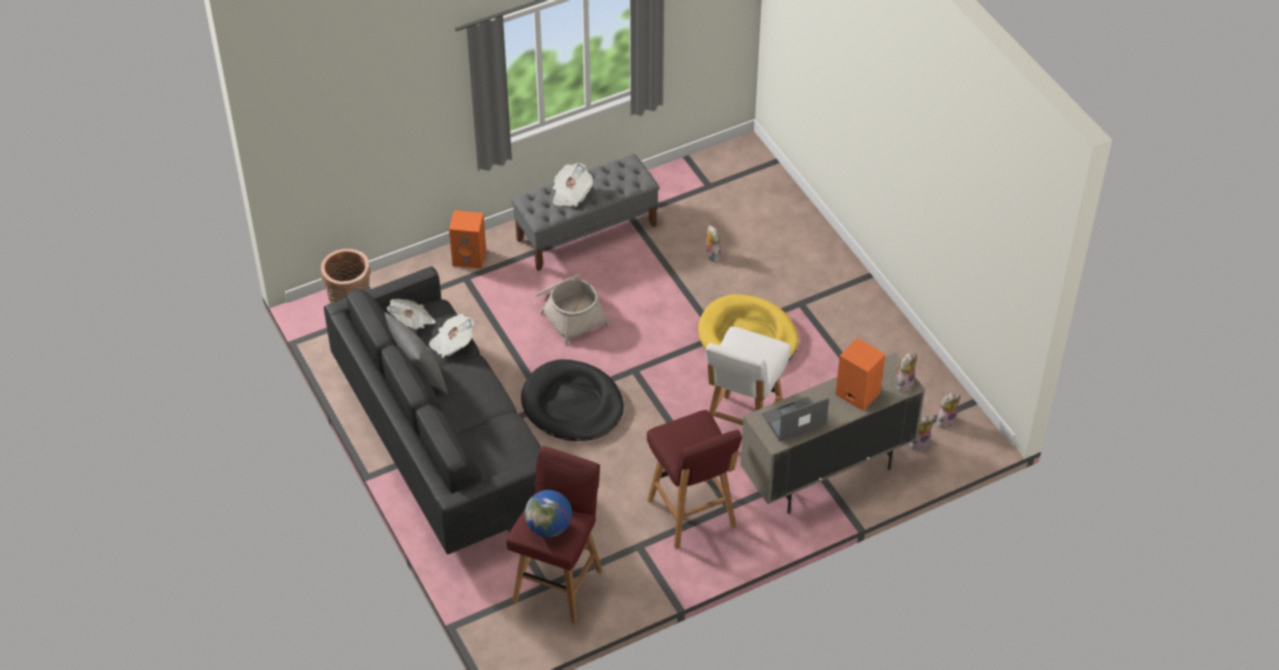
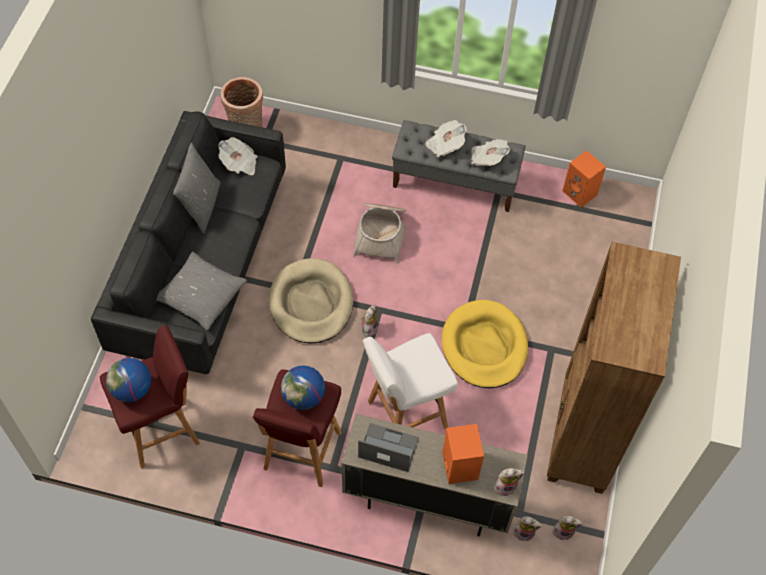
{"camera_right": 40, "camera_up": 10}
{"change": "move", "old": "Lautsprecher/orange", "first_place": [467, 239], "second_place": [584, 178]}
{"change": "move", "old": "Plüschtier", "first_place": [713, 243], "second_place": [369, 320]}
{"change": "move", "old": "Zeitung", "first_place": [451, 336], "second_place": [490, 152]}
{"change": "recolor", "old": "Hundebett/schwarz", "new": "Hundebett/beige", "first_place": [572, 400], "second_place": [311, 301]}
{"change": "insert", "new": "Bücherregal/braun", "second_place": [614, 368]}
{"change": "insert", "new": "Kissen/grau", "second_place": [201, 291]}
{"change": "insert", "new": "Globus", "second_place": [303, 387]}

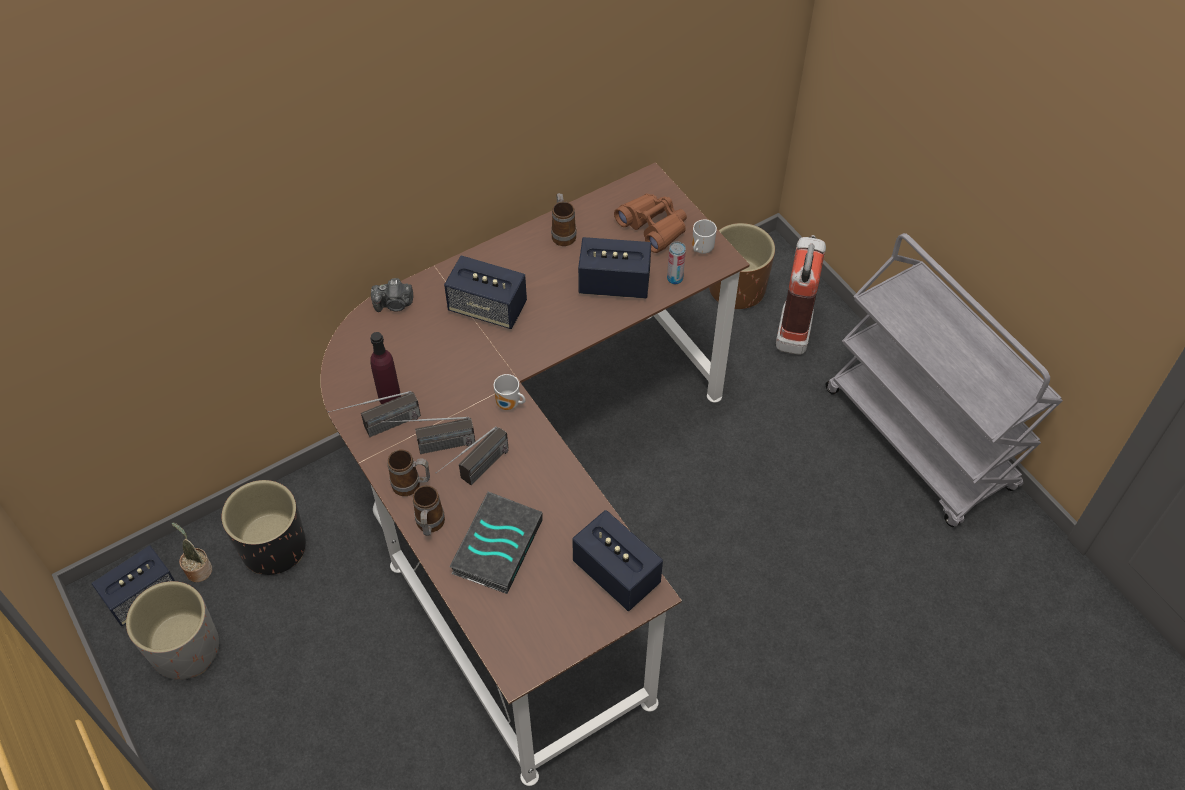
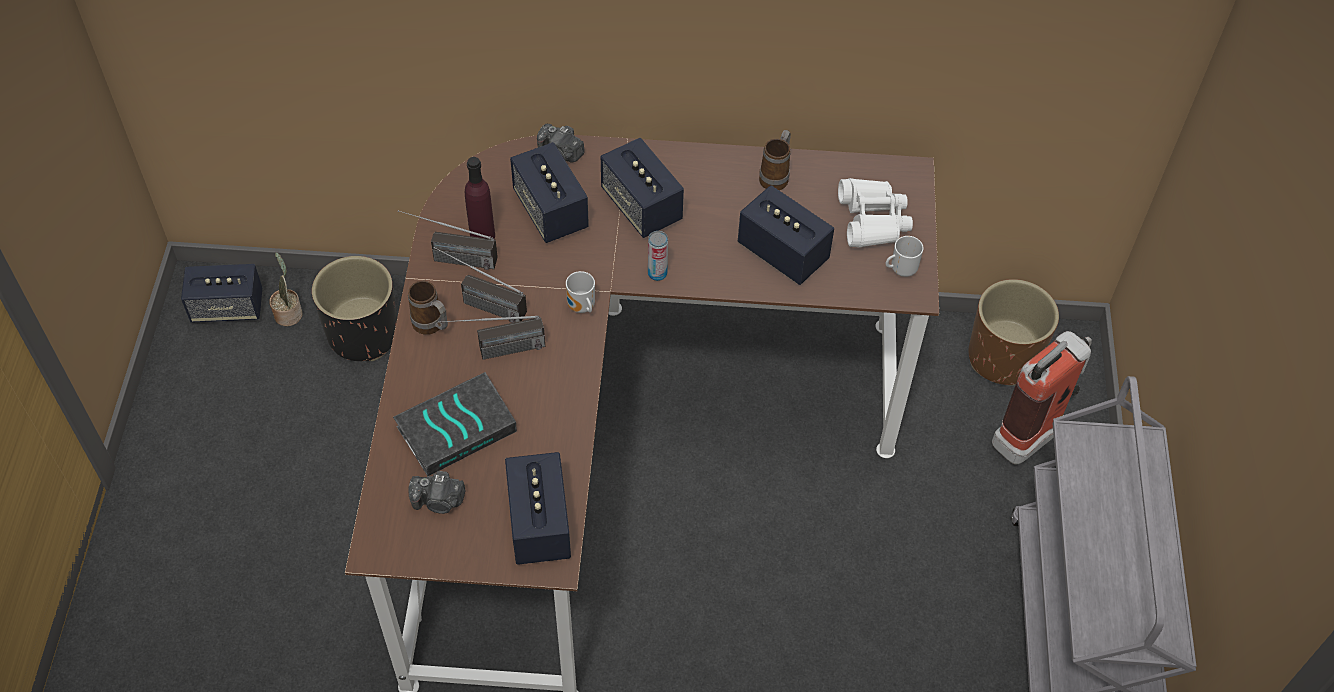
{"camera_right": 35, "camera_up": 0}
{"change": "recolor", "old": "Fernglas/braun", "new": "Fernglas/weiß", "first_place": [650, 223], "second_place": [875, 213]}
{"change": "move", "old": "Dose", "first_place": [676, 262], "second_place": [658, 256]}
{"change": "delete", "old": "Henkelbecher", "first_place": [429, 510]}
{"change": "delete", "old": "Pflanzkübel/grau", "first_place": [172, 630]}
{"change": "insert", "new": "Lautsprecher", "second_place": [549, 192]}
{"change": "insert", "new": "Kamera", "second_place": [436, 492]}

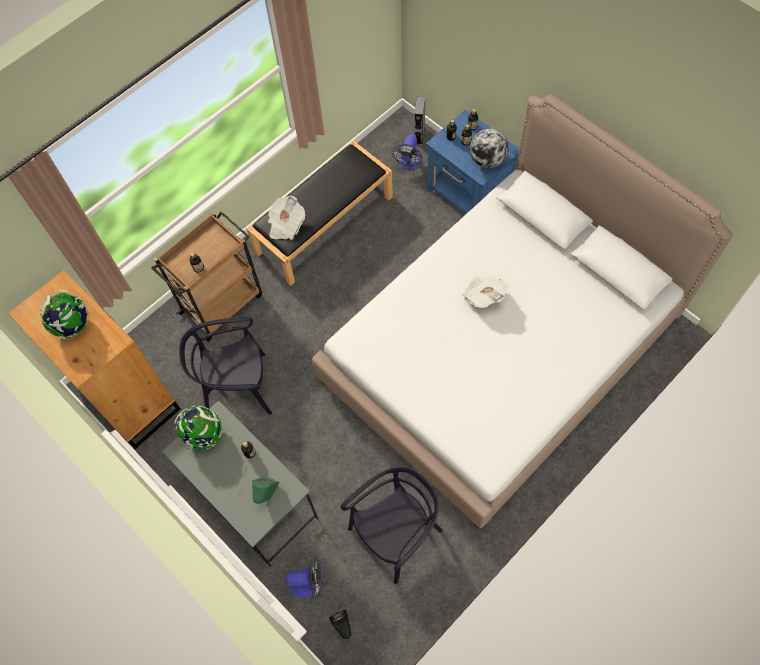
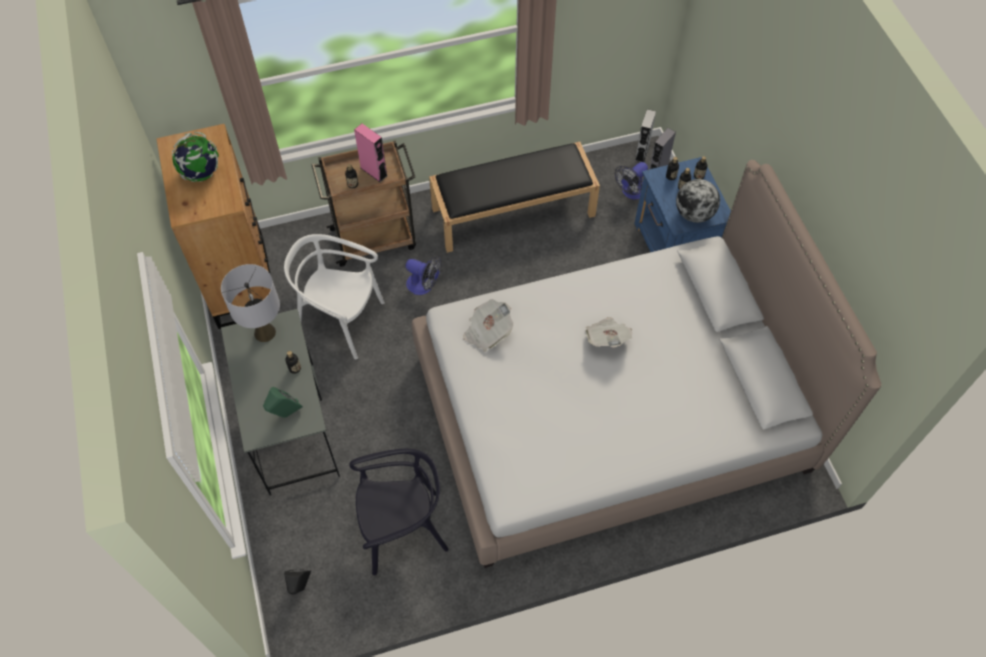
{"camera_right": 25, "camera_up": -5}
{"change": "move", "old": "Zeitung", "first_place": [286, 218], "second_place": [488, 325]}
{"change": "recolor", "old": "Stuhl/schwarz", "new": "Stuhl/weiß", "first_place": [225, 366], "second_place": [334, 296]}
{"change": "replace", "old": "Globus", "new": "Tischlampe/grau", "first_place": [199, 428], "second_place": [250, 303]}
{"change": "move", "old": "Ventilator", "first_place": [304, 577], "second_place": [423, 275]}
{"change": "insert", "new": "Lautsprecher/grau", "second_place": [645, 135]}
{"change": "insert", "new": "Lautsprecher/rosa", "second_place": [370, 153]}

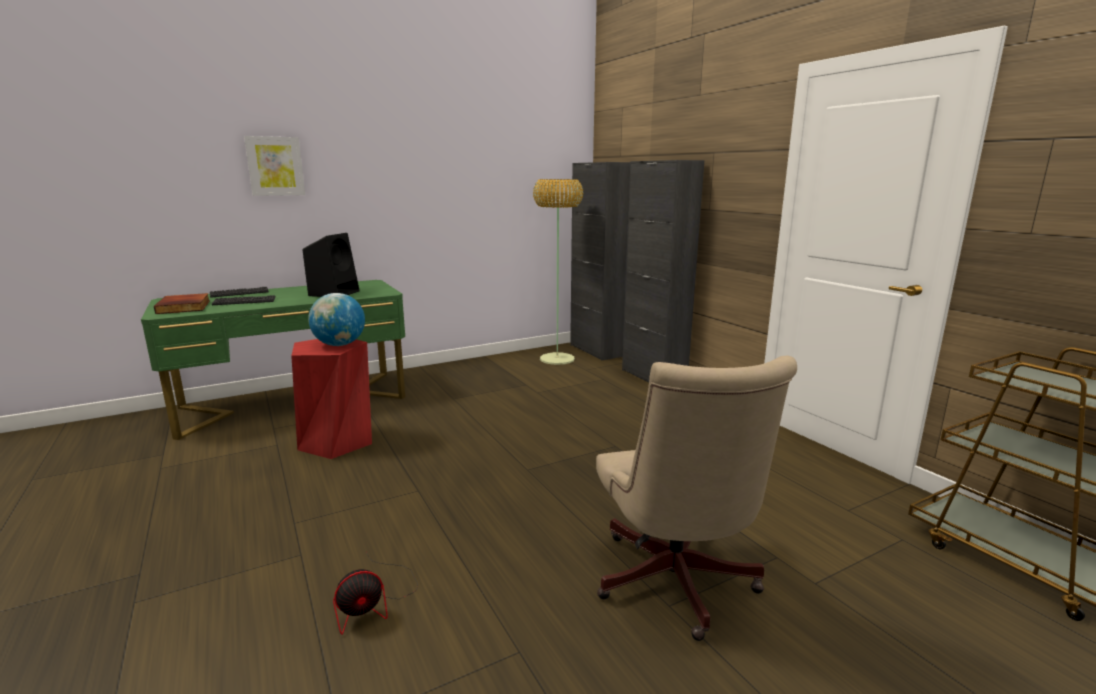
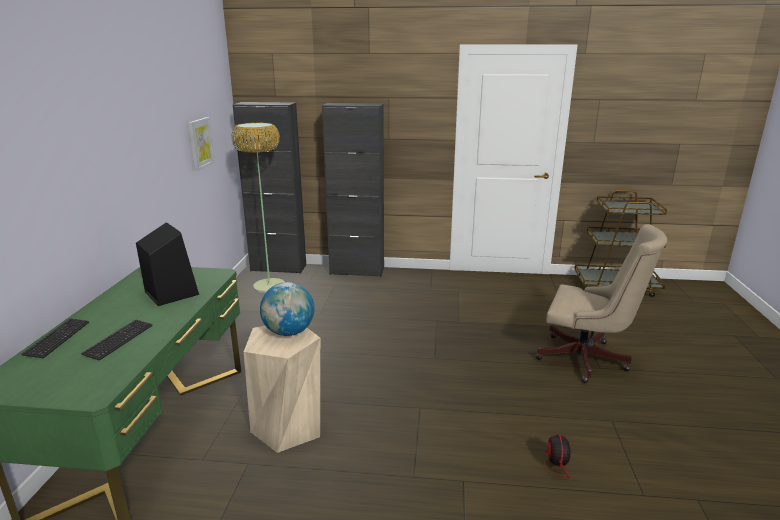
{"camera_right": -55, "camera_up": 5}
{"change": "move", "old": "Bild", "first_place": [274, 166], "second_place": [201, 144]}
{"change": "delete", "old": "Buch", "first_place": [182, 303]}
{"change": "recolor", "old": "Hocker/rot", "new": "Hocker/beige", "first_place": [331, 399], "second_place": [282, 389]}

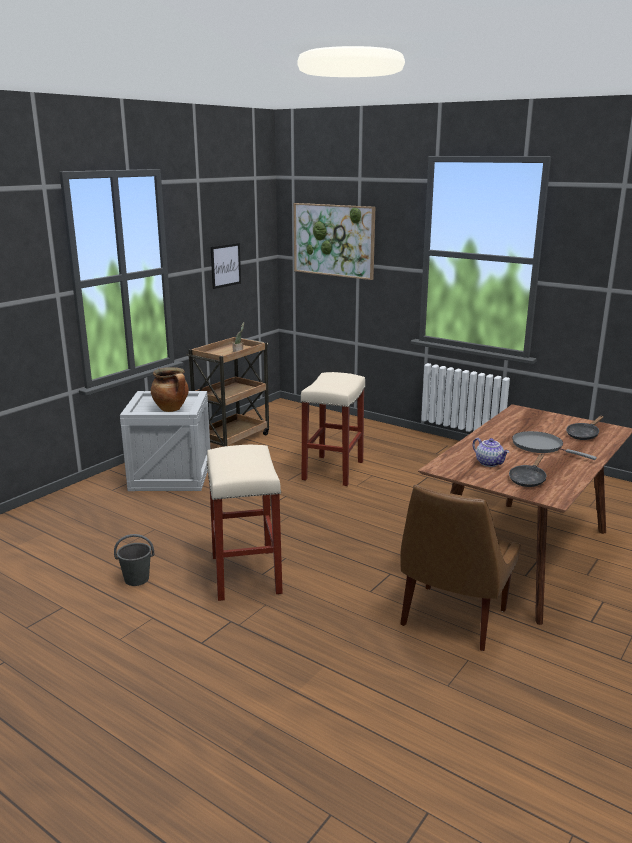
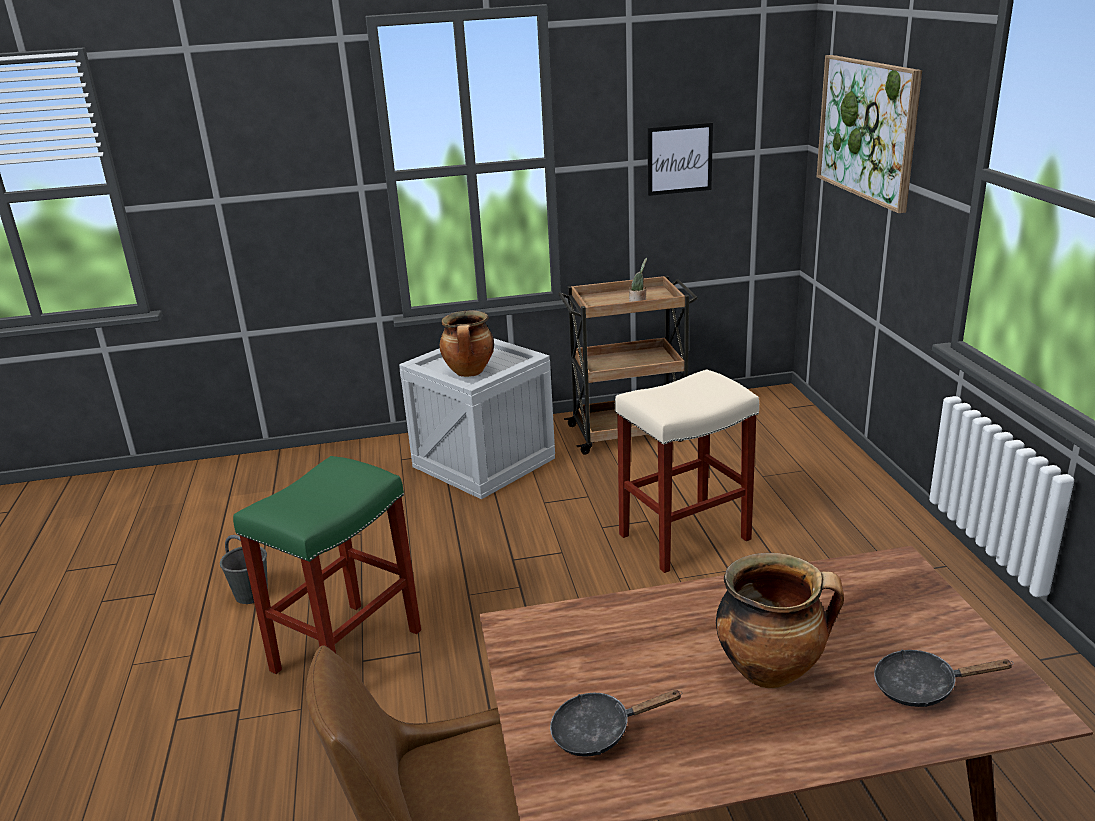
{"camera_right": 45, "camera_up": 5}
{"change": "replace", "old": "Pfanne/grau", "new": "Kochtopf", "first_place": [554, 445], "second_place": [780, 620]}
{"change": "delete", "old": "Teekanne", "first_place": [491, 452]}
{"change": "recolor", "old": "Hocker/beige", "new": "Hocker/grün", "first_place": [245, 523], "second_place": [327, 565]}

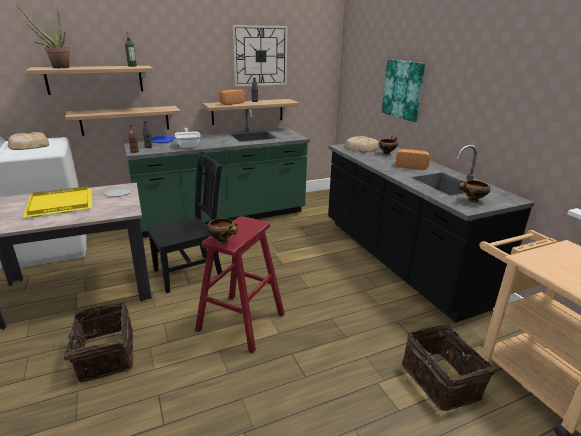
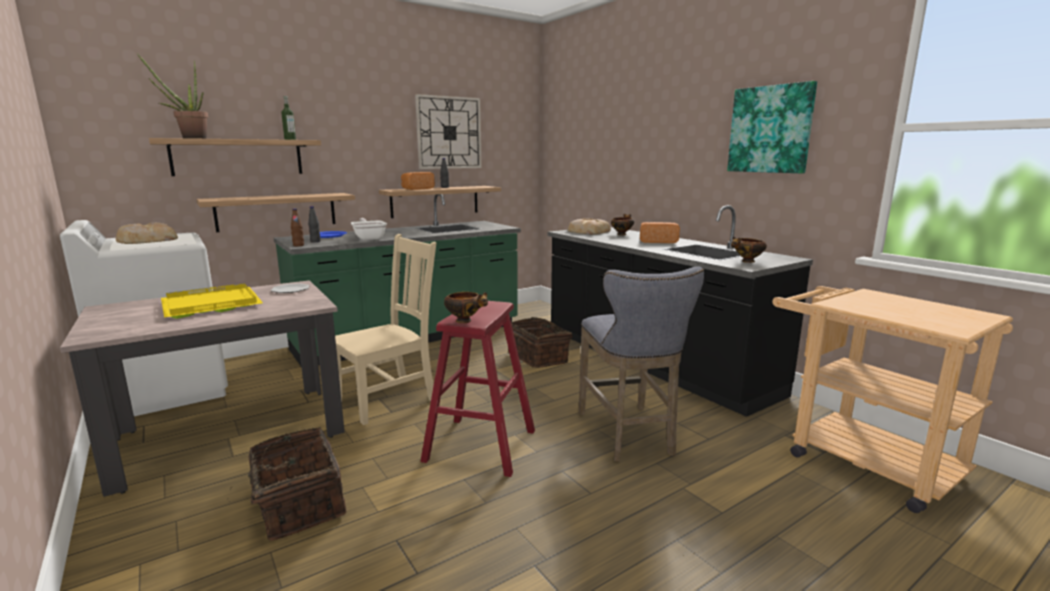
{"camera_right": -10, "camera_up": -10}
{"change": "move", "old": "Bild", "first_place": [403, 90], "second_place": [772, 127]}
{"change": "recolor", "old": "Stuhl/schwarz", "new": "Stuhl/beige", "first_place": [185, 222], "second_place": [385, 329]}
{"change": "move", "old": "Korb", "first_place": [448, 368], "second_place": [540, 342]}
{"change": "insert", "new": "Hocker/grau", "second_place": [641, 364]}

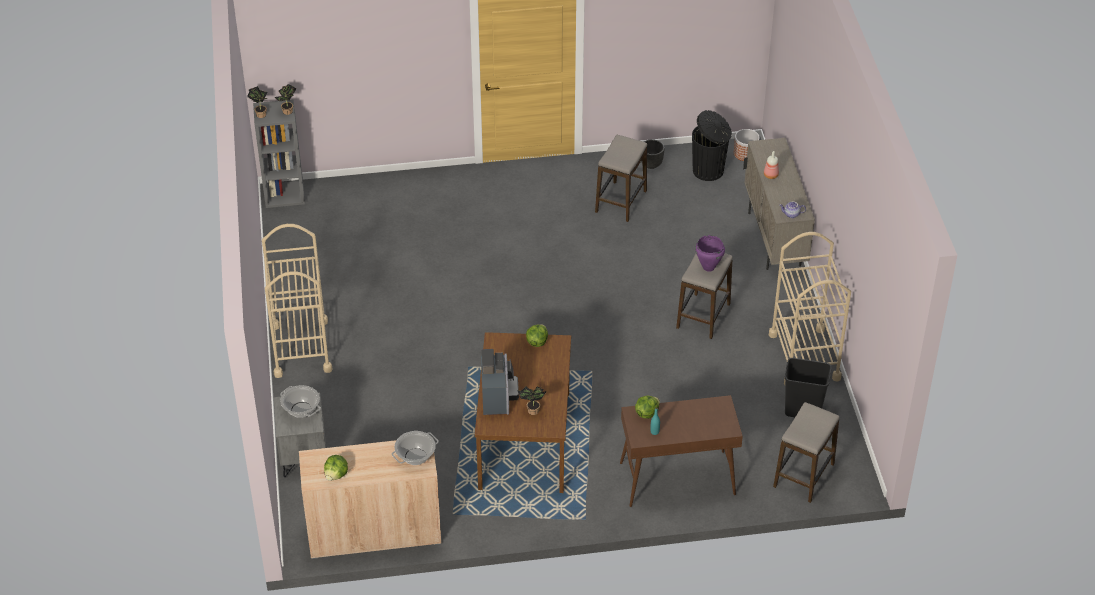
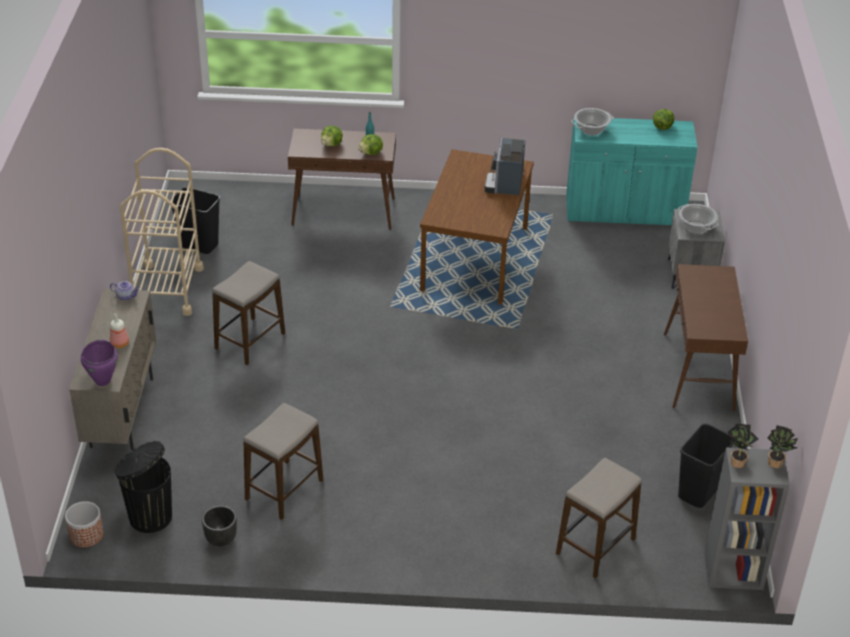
{"camera_right": -170, "camera_up": -5}
{"change": "replace", "old": "Rollwagen/beige", "new": "Konsolentisch/braun", "first_place": [297, 301], "second_place": [706, 337]}
{"change": "move", "old": "Kochtopf/lila", "first_place": [710, 253], "second_place": [99, 363]}
{"change": "move", "old": "Salatkopf", "first_place": [537, 335], "second_place": [332, 136]}
{"change": "delete", "old": "Topfpflanze", "first_place": [532, 400]}
{"change": "move", "old": "Hocker", "first_place": [806, 452], "second_place": [599, 518]}
{"change": "recolor", "old": "Schrank/beige", "new": "Schrank/türkis", "first_place": [370, 499], "second_place": [631, 171]}
{"change": "insert", "new": "Mülleimer/schwarz", "second_place": [705, 465]}

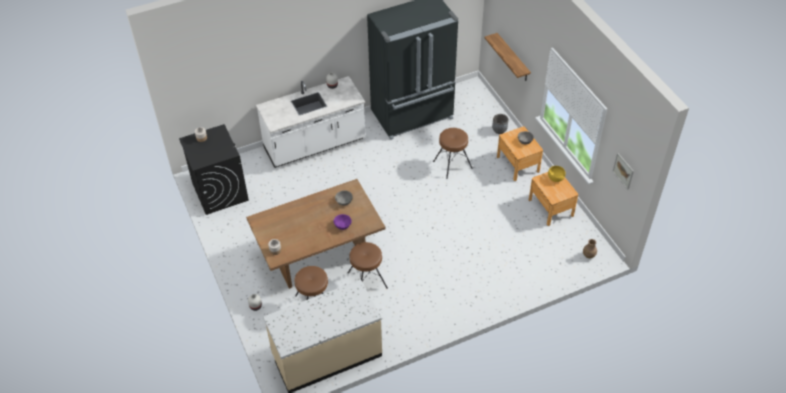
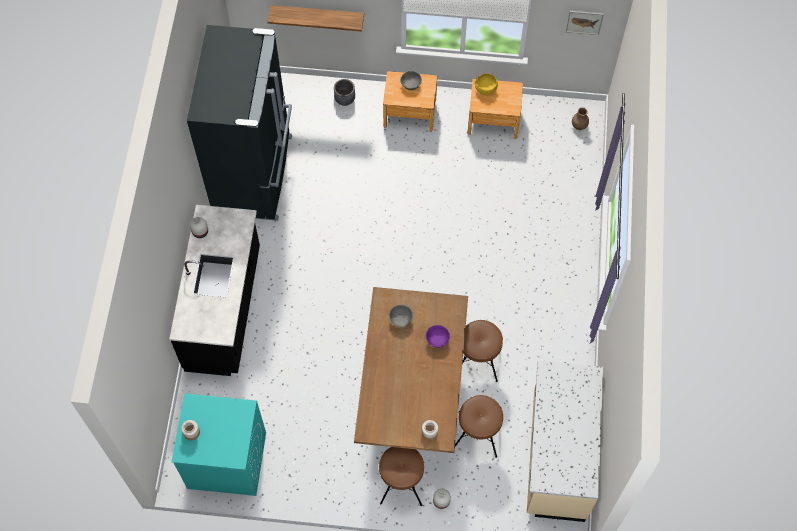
{"camera_right": -60, "camera_up": 15}
{"change": "recolor", "old": "Küchenzeile/weiß", "new": "Küchenzeile/schwarz", "first_place": [310, 122], "second_place": [214, 290]}
{"change": "recolor", "old": "Waschmaschine/schwarz", "new": "Waschmaschine/türkis", "first_place": [214, 169], "second_place": [218, 444]}
{"change": "move", "old": "Hocker/braun", "first_place": [453, 153], "second_place": [401, 476]}

